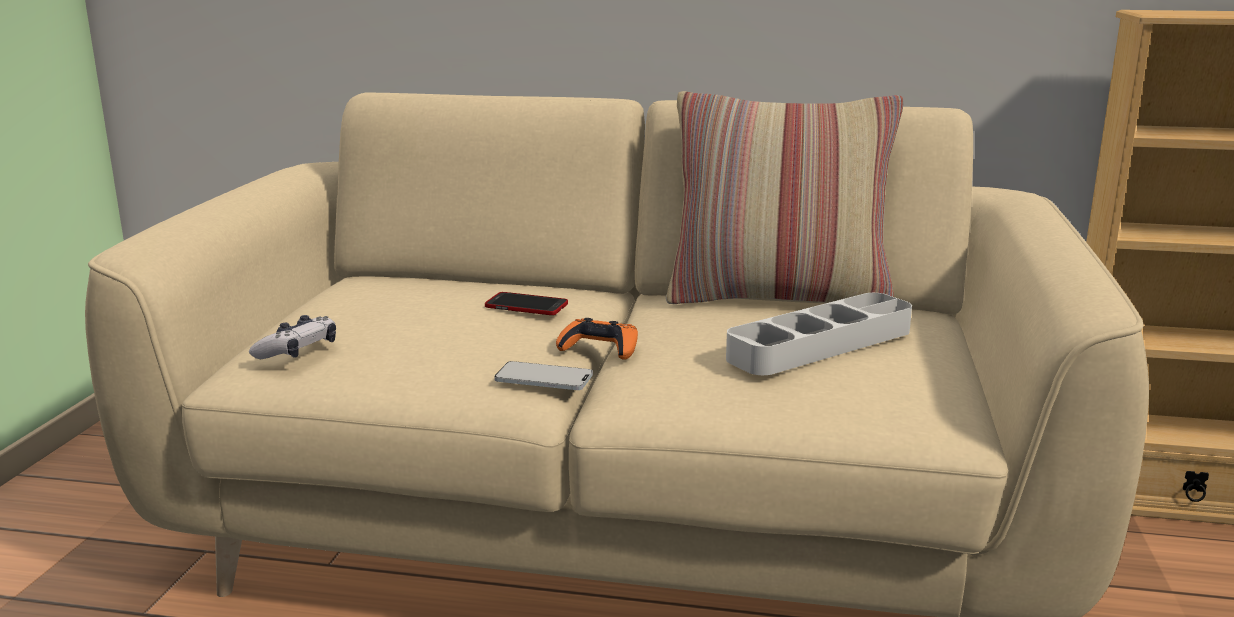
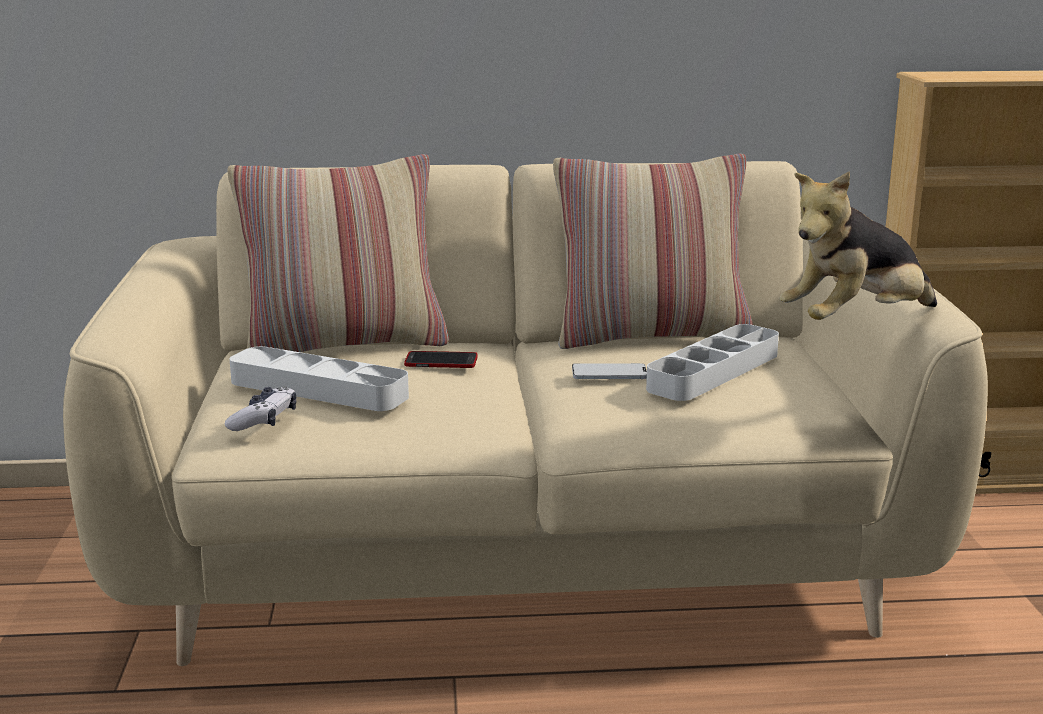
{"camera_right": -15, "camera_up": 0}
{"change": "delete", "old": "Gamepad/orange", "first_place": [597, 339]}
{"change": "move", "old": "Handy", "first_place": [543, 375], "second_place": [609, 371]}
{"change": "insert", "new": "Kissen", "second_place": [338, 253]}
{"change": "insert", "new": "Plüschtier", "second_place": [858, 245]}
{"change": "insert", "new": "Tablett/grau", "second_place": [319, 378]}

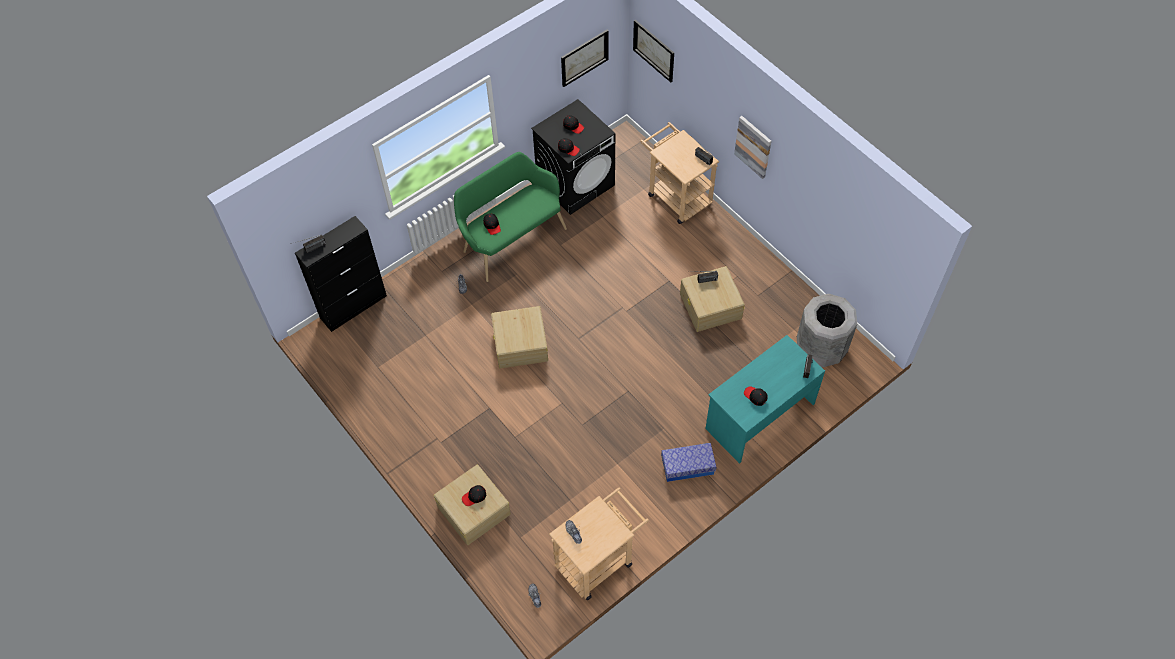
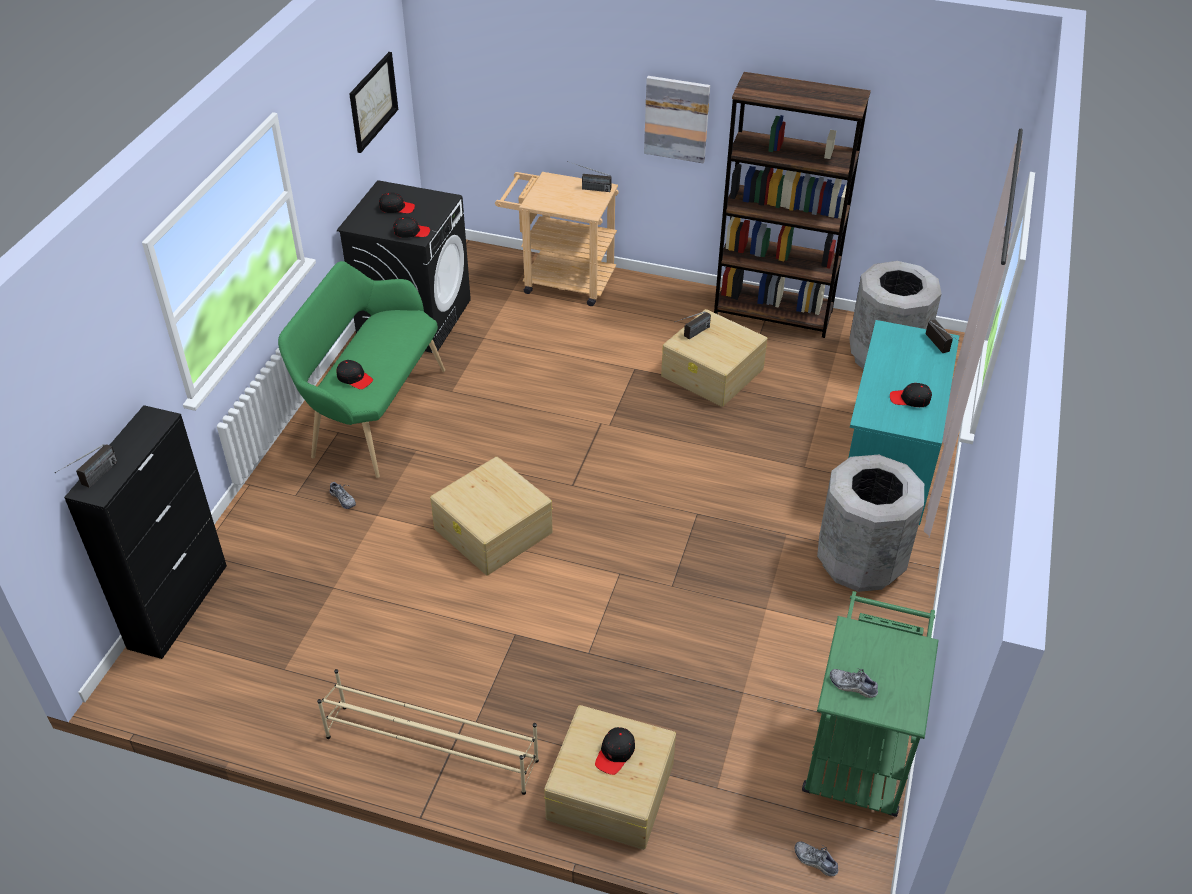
{"camera_right": -35, "camera_up": -15}
{"change": "delete", "old": "Bild", "first_place": [653, 51]}
{"change": "replace", "old": "Aufbewahrungsbox", "new": "Mülleimer/grau", "first_place": [689, 462], "second_place": [870, 523]}
{"change": "recolor", "old": "Rollwagen/beige", "new": "Rollwagen/grün", "first_place": [599, 543], "second_place": [870, 704]}
{"change": "insert", "new": "Bücherregal/braun", "second_place": [792, 205]}
{"change": "insert", "new": "Schuhregal/beige", "second_place": [428, 732]}

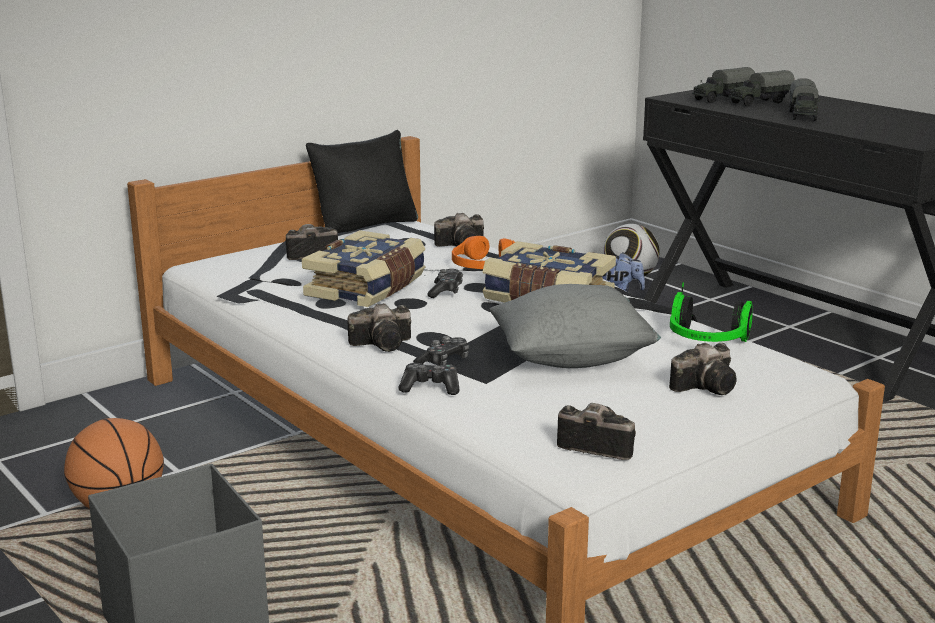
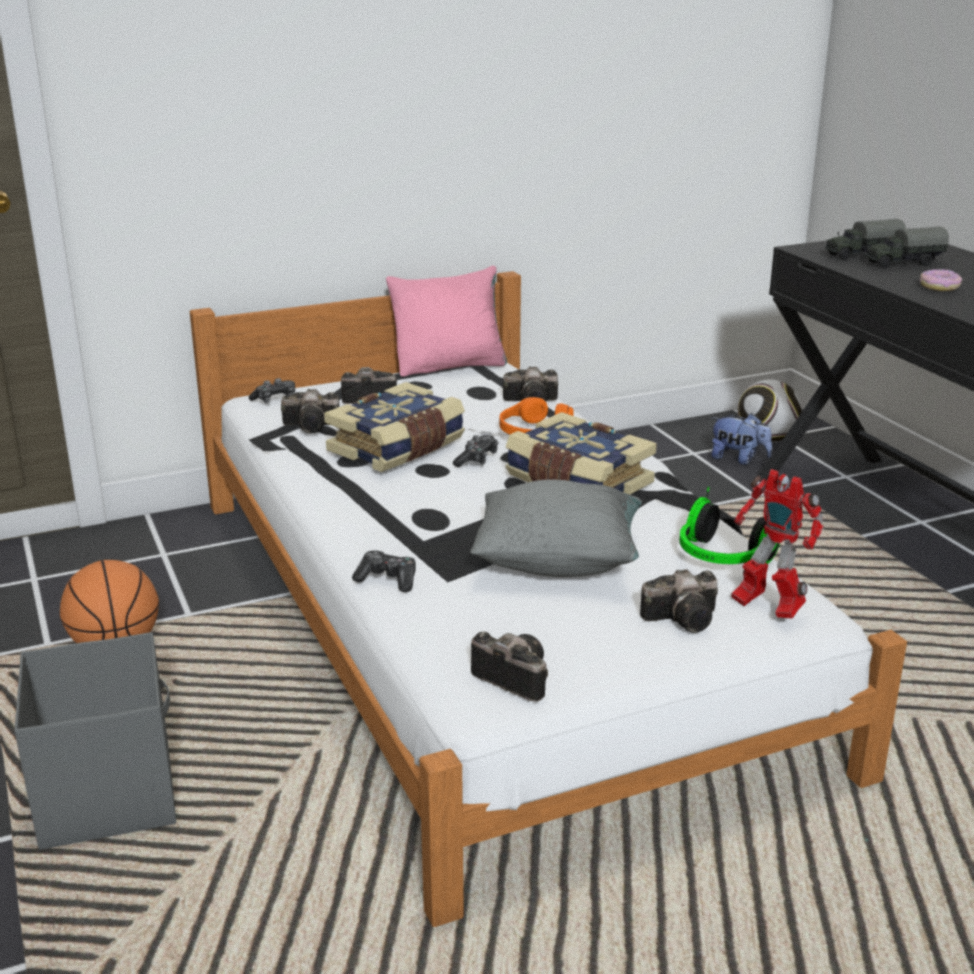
{"camera_right": 15, "camera_up": 5}
{"change": "replace", "old": "Spielzeuglaster", "new": "Donut", "first_place": [804, 99], "second_place": [941, 280]}
{"change": "recolor", "old": "Kissen/schwarz", "new": "Kissen/rosa", "first_place": [362, 181], "second_place": [446, 321]}
{"change": "move", "old": "Kamera", "first_place": [379, 327], "second_place": [310, 411]}
{"change": "move", "old": "Gamepad", "first_place": [441, 351], "second_place": [272, 390]}
{"change": "insert", "new": "Spielzeugroboter", "second_place": [778, 544]}

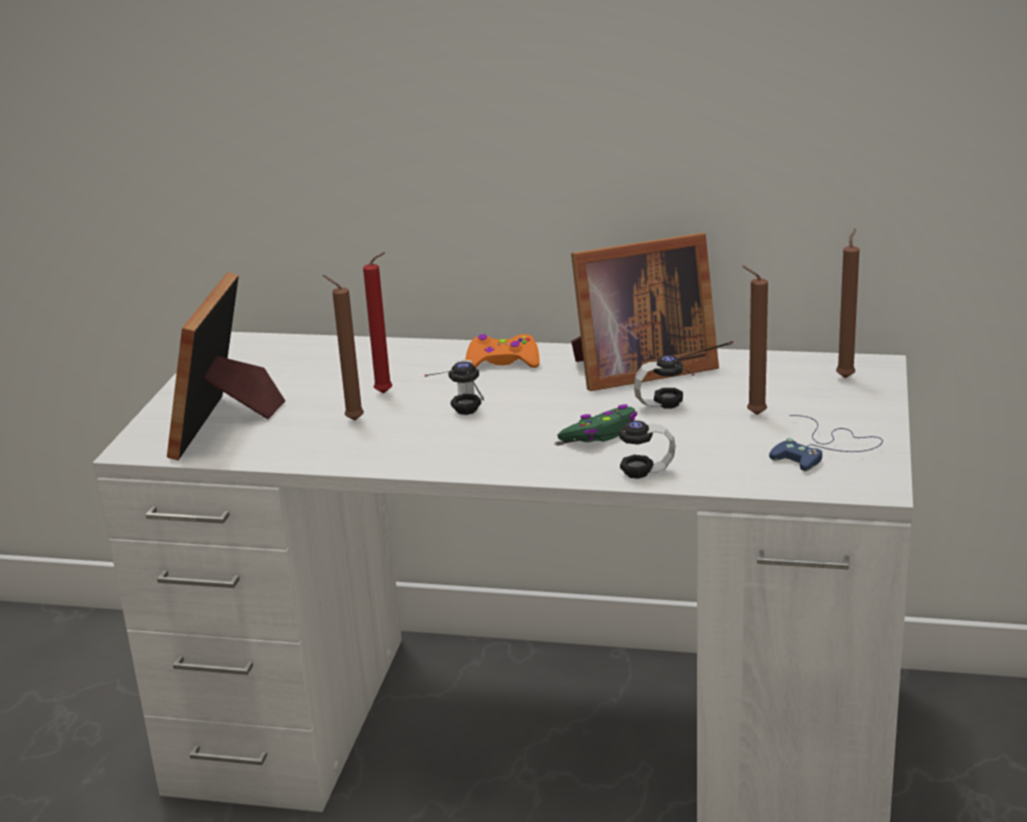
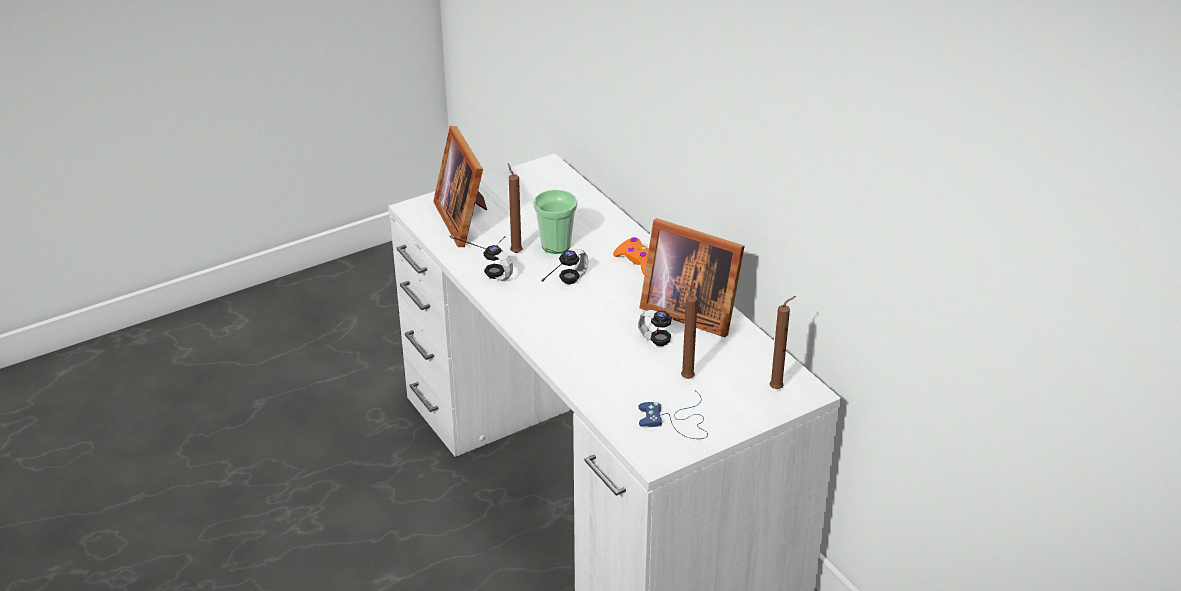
{"camera_right": 45, "camera_up": 10}
{"change": "replace", "old": "Kerze/rot", "new": "Tasse", "first_place": [377, 322], "second_place": [555, 222]}
{"change": "rotate", "old": "Bilderrahmen", "first_place": [226, 366], "second_place": [460, 186], "degrees": -75}
{"change": "delete", "old": "Gamepad/grün", "first_place": [597, 423]}
{"change": "move", "old": "Kopfhörer", "first_place": [615, 444], "second_place": [481, 258]}

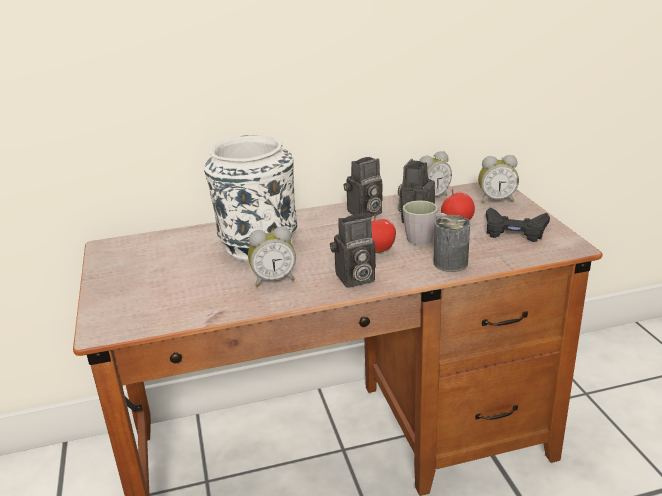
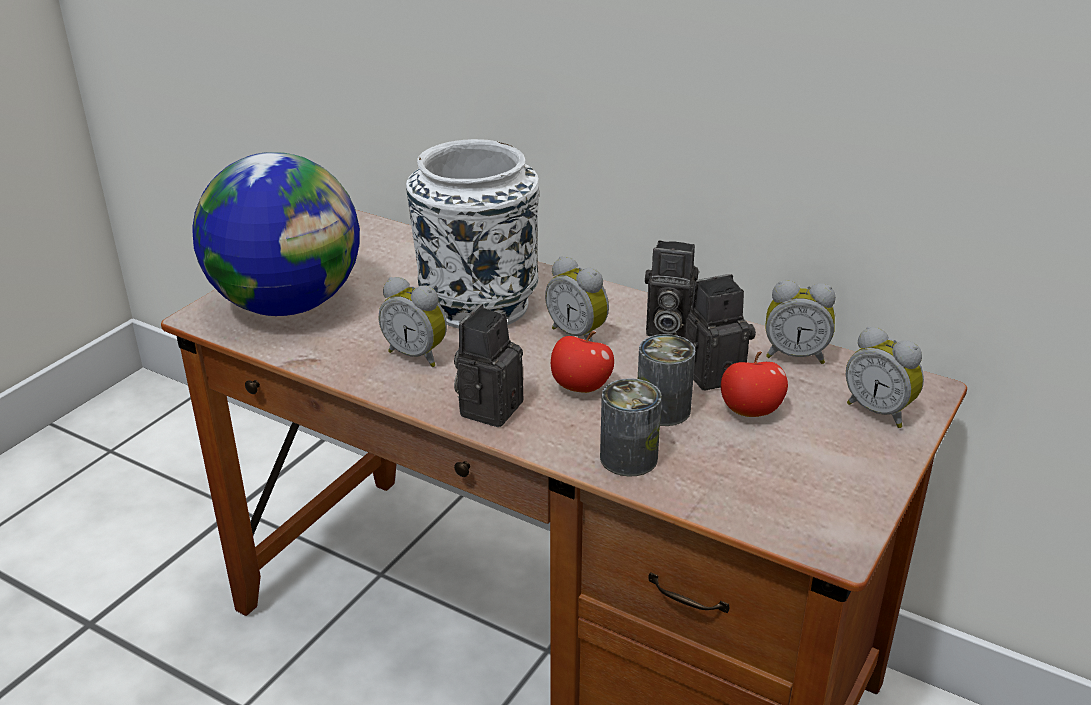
{"camera_right": 45, "camera_up": 5}
{"change": "replace", "old": "Henkelbecher/grau", "new": "Dose", "first_place": [424, 222], "second_place": [667, 380]}
{"change": "delete", "old": "Gamepad/schwarz", "first_place": [518, 224]}
{"change": "rotate", "old": "Kamera", "first_place": [353, 251], "second_place": [488, 365], "degrees": 90}
{"change": "insert", "new": "Globus", "second_place": [276, 234]}
{"change": "insert", "new": "Wecker", "second_place": [577, 299]}

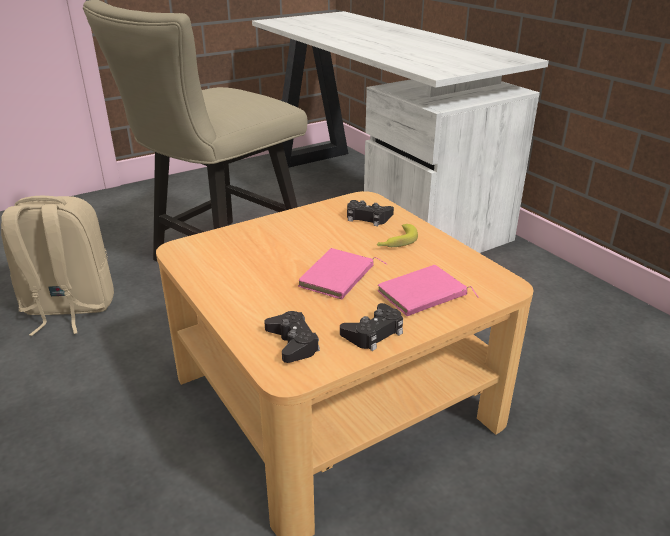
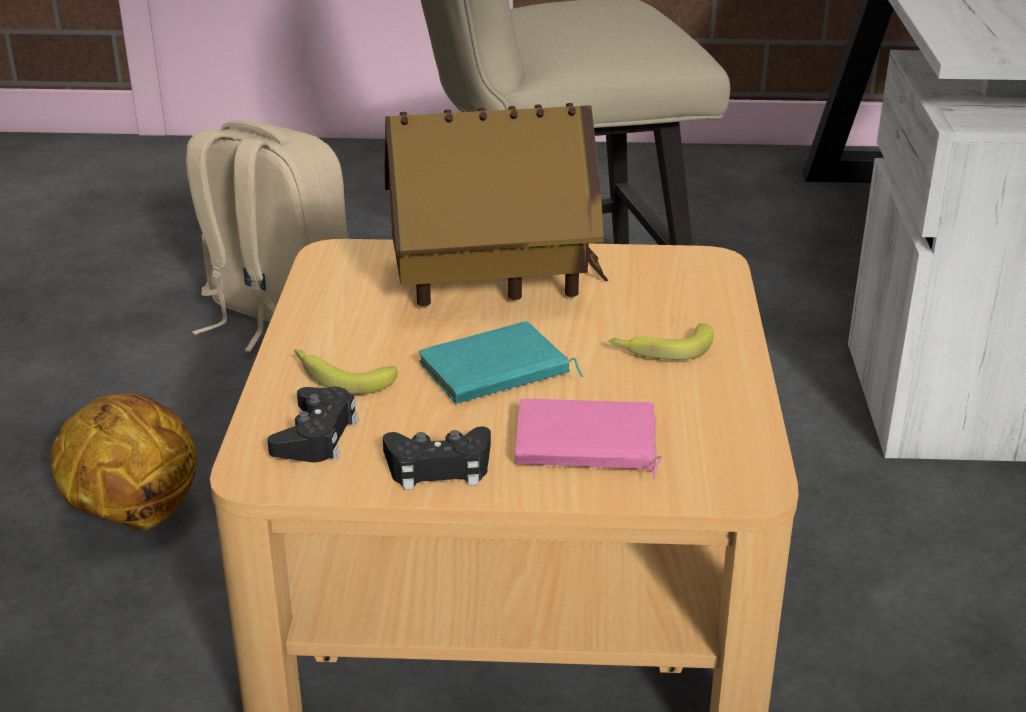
{"camera_right": 35, "camera_up": 0}
{"change": "delete", "old": "Gamepad/schwarz", "first_place": [370, 213]}
{"change": "recolor", "old": "Buch/rosa", "new": "Buch/türkis", "first_place": [343, 274], "second_place": [500, 362]}
{"change": "insert", "new": "Spielzeughaus", "second_place": [496, 204]}
{"change": "insert", "new": "Banane", "second_place": [346, 372]}
{"change": "insert", "new": "Basketball", "second_place": [123, 462]}

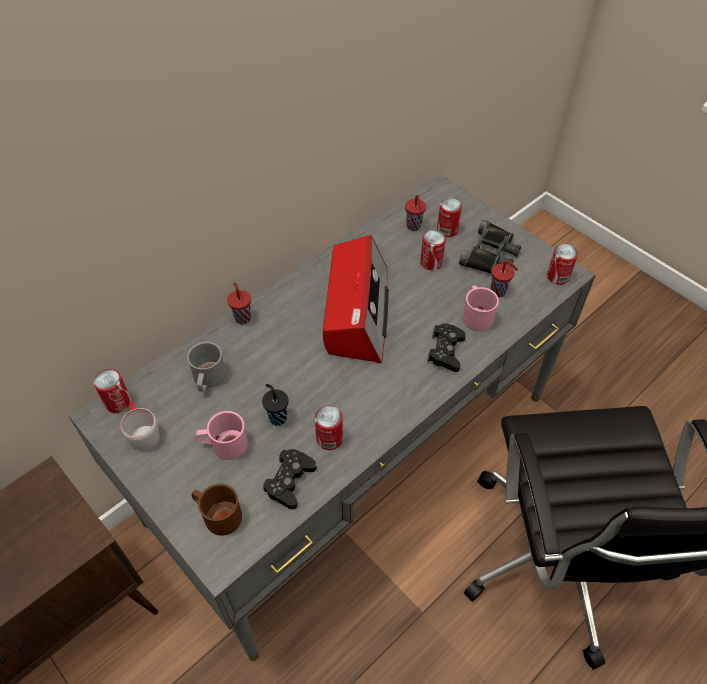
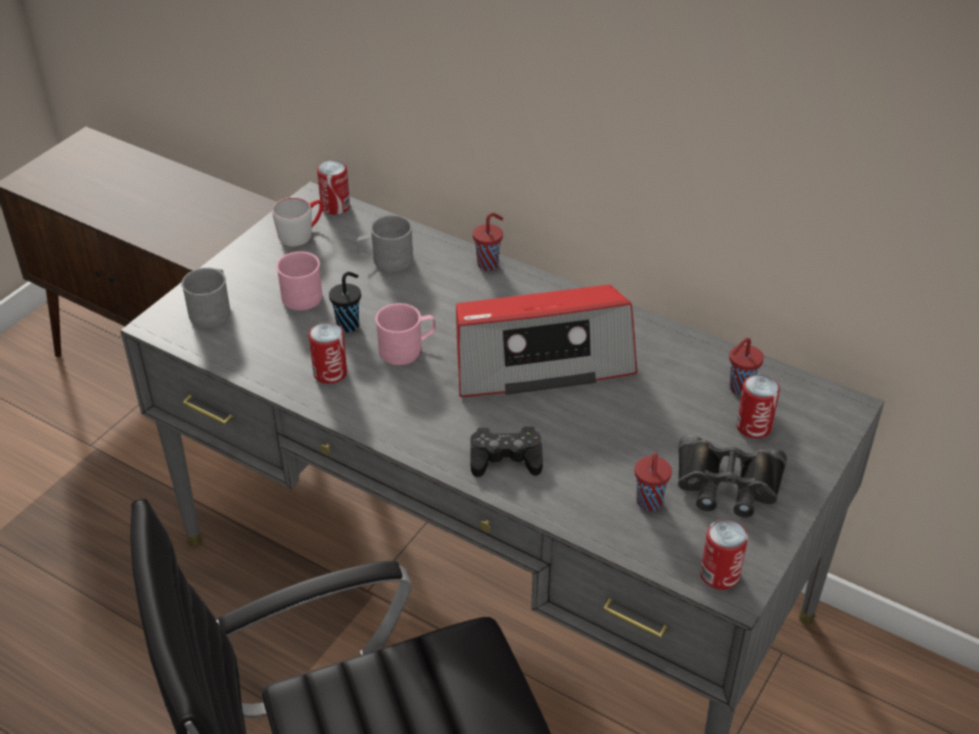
{"camera_right": 75, "camera_up": -10}
{"change": "delete", "old": "Dose", "first_place": [433, 250]}
{"change": "move", "old": "Henkelbecher/rosa", "first_place": [481, 308], "second_place": [405, 334]}
{"change": "delete", "old": "Gamepad/schwarz", "first_place": [289, 479]}
{"change": "recolor", "old": "Henkelbecher/braun", "new": "Henkelbecher/grau", "first_place": [216, 510], "second_place": [206, 298]}

